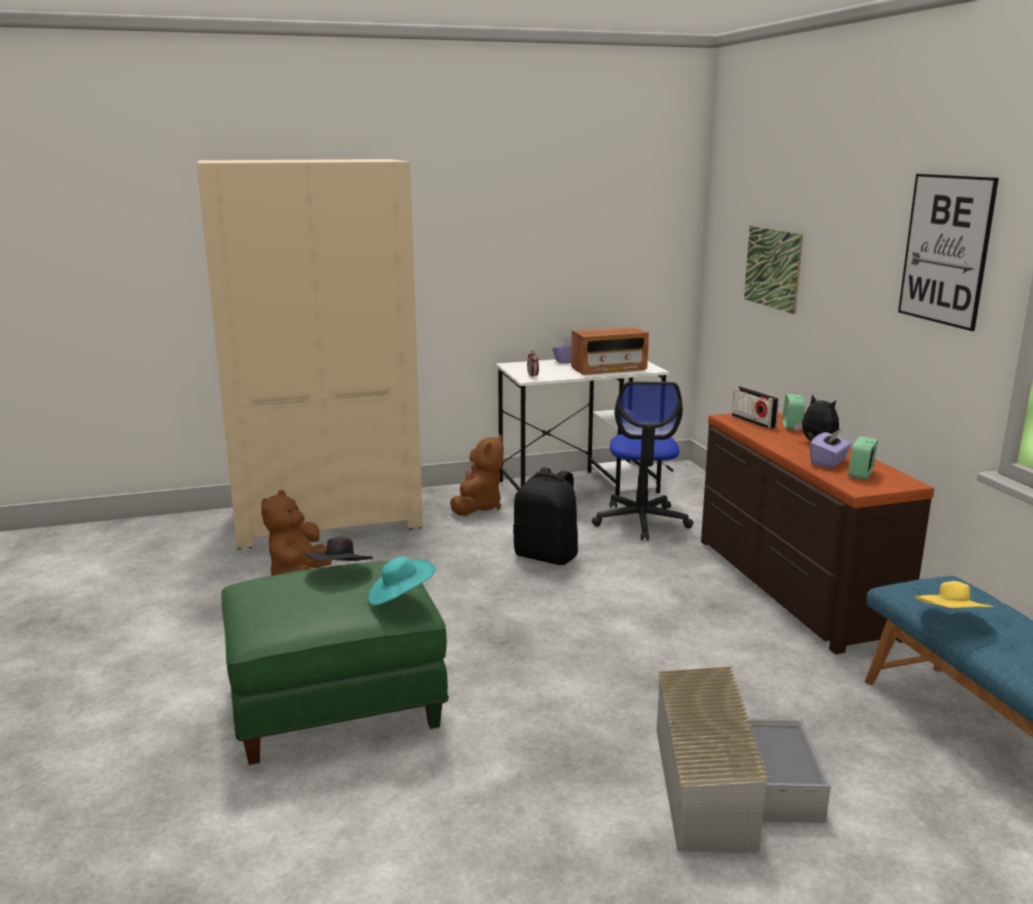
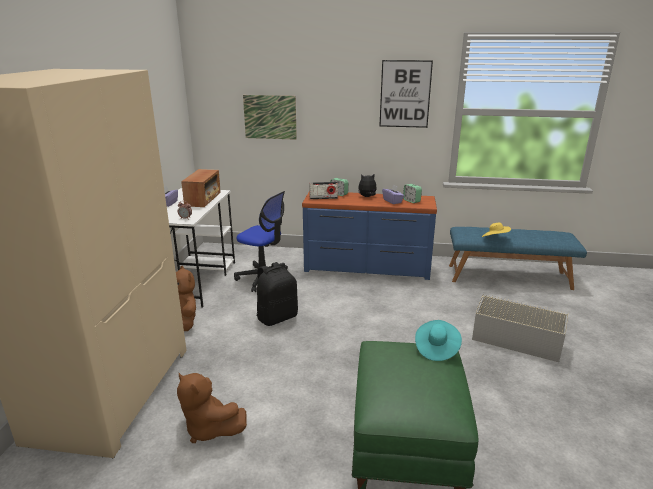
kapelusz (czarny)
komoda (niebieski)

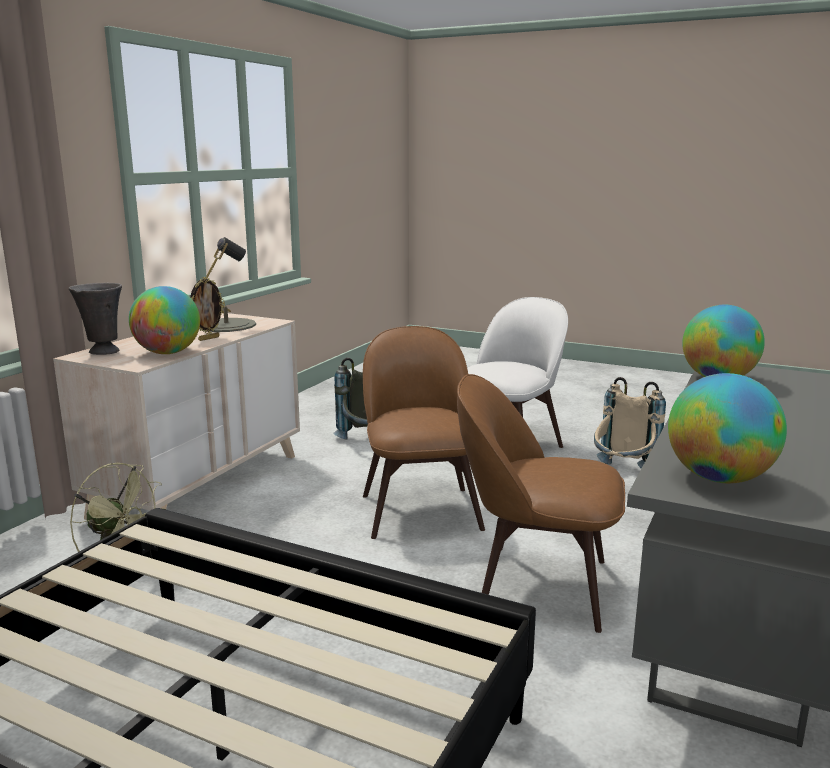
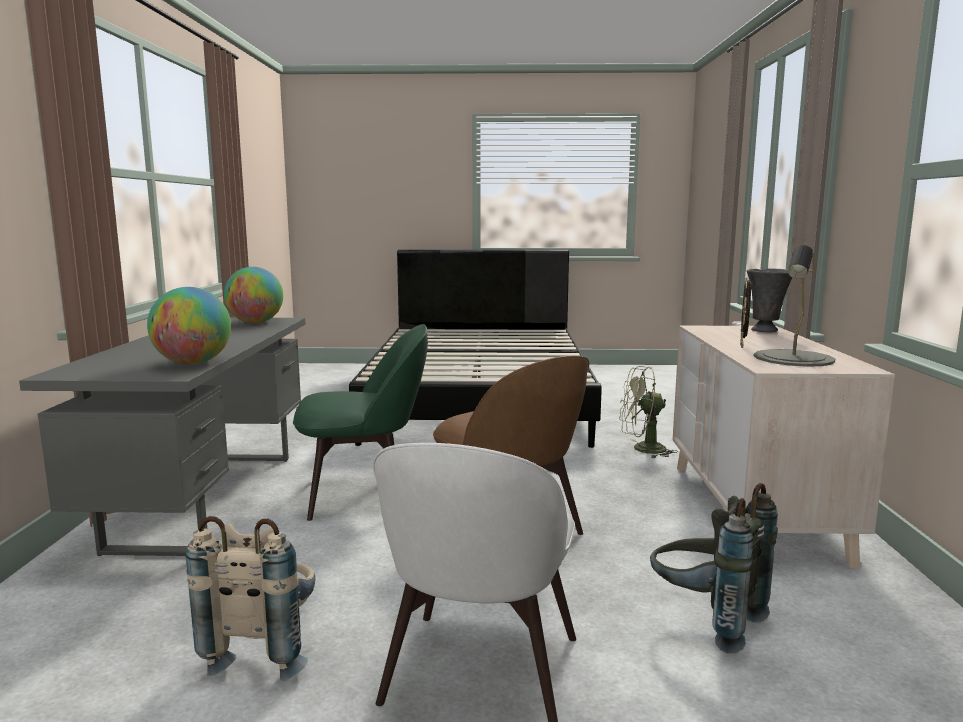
globus (1st from left in the first image)
krzesło (zielony)

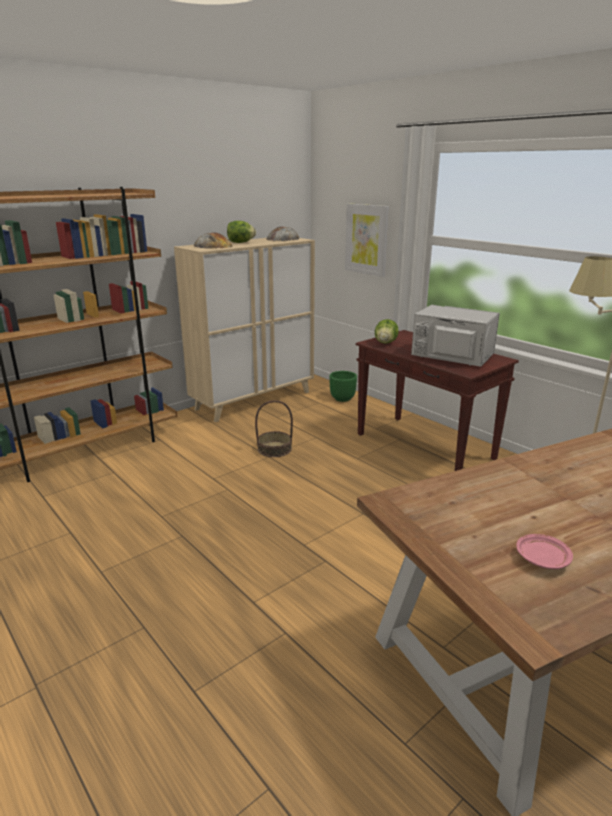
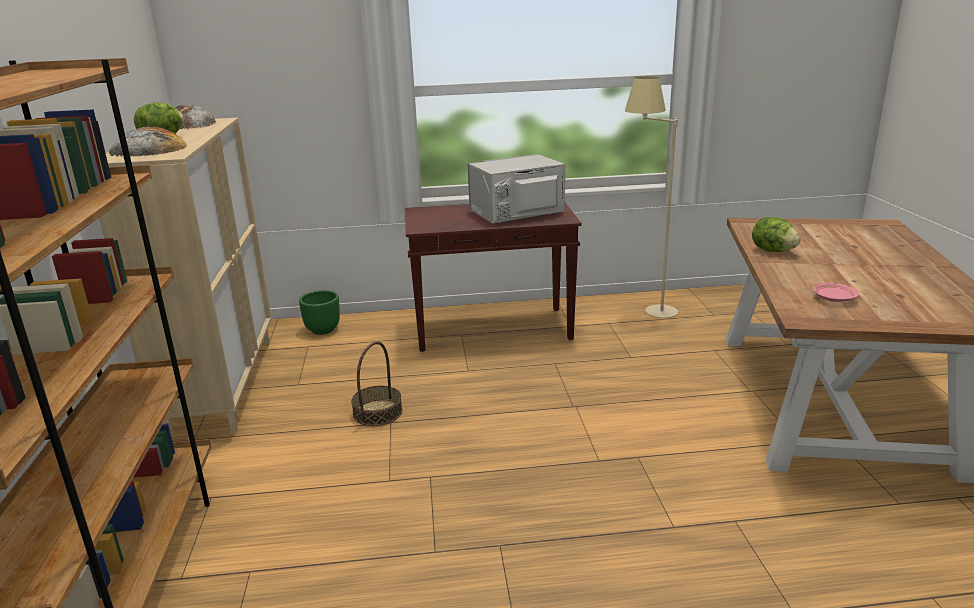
obraz
sałata (2nd from left)
talerz (różowy)

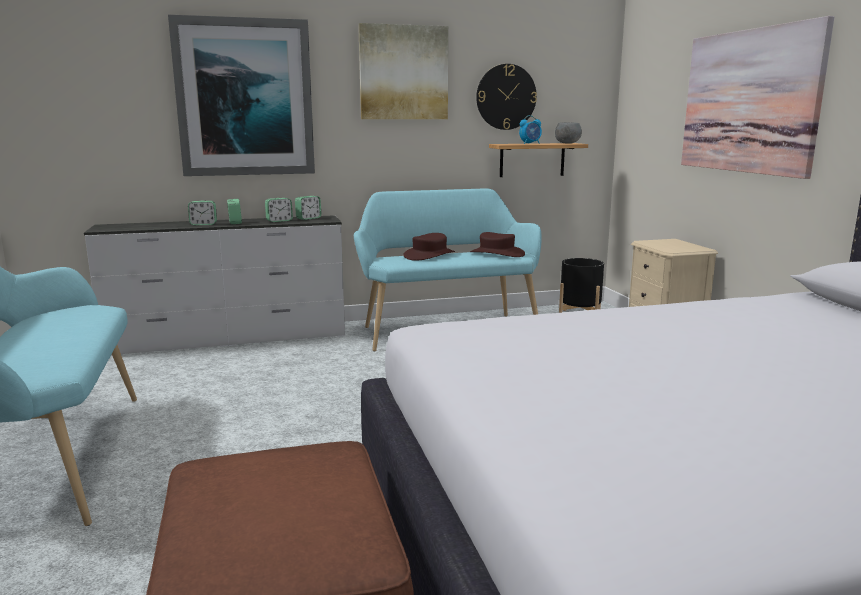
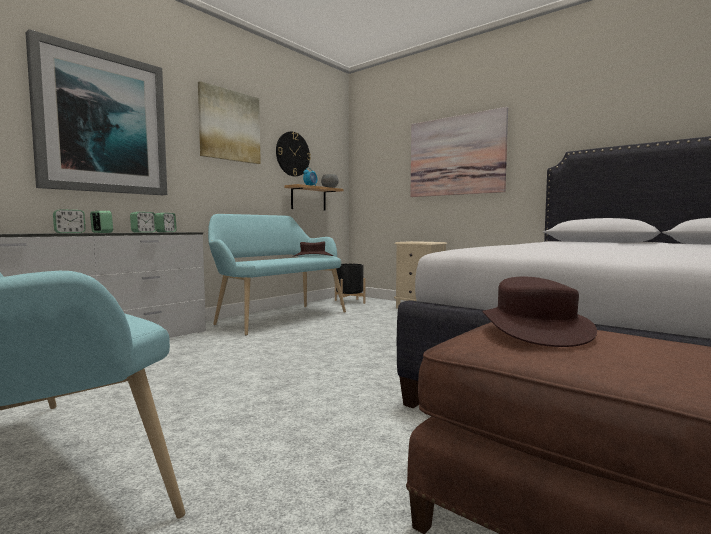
kapelusz (brązowy) (2nd from left)

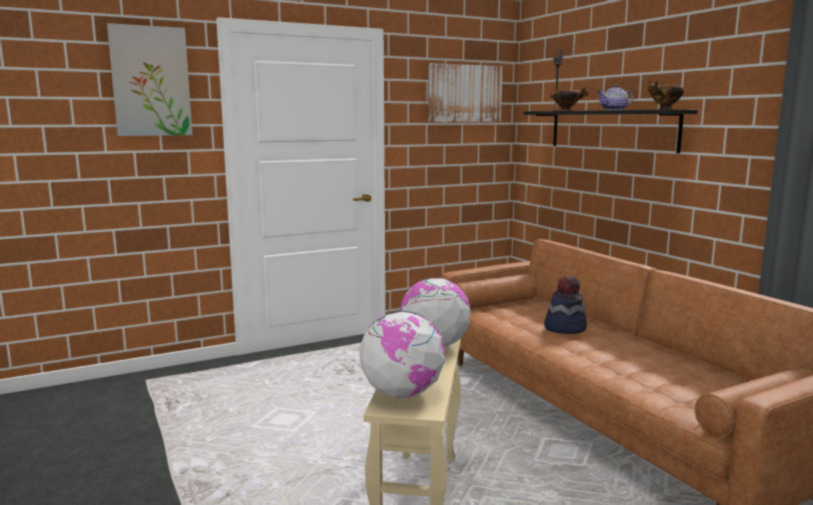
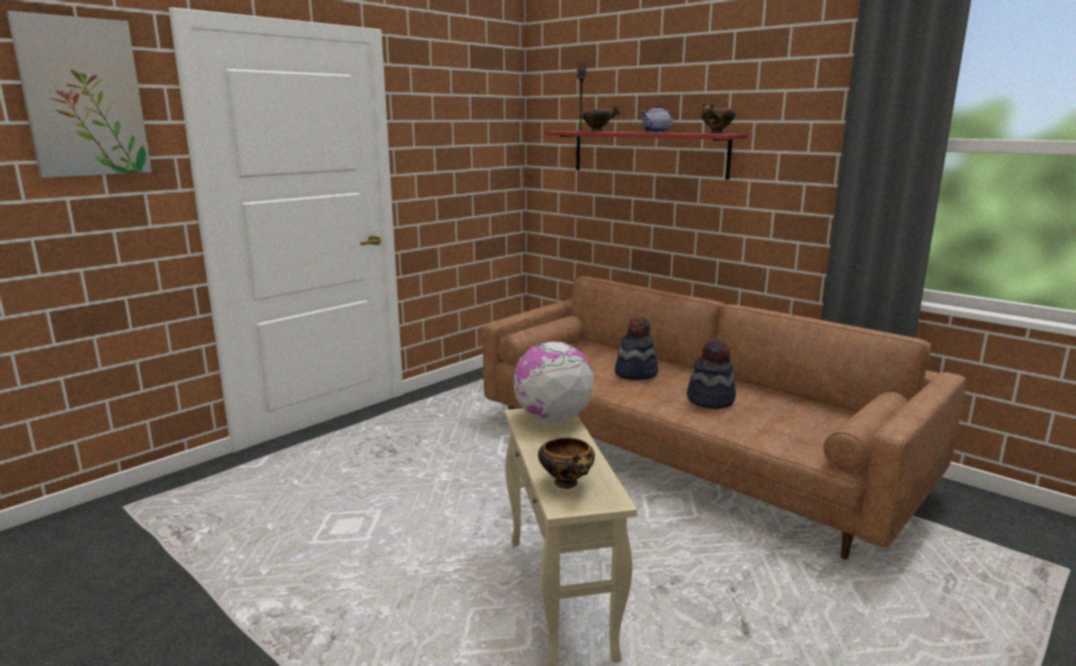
obraz (2nd from left in the first image)
kapelusz (2nd from left)
miska (1st from left)
półka (czerwony)

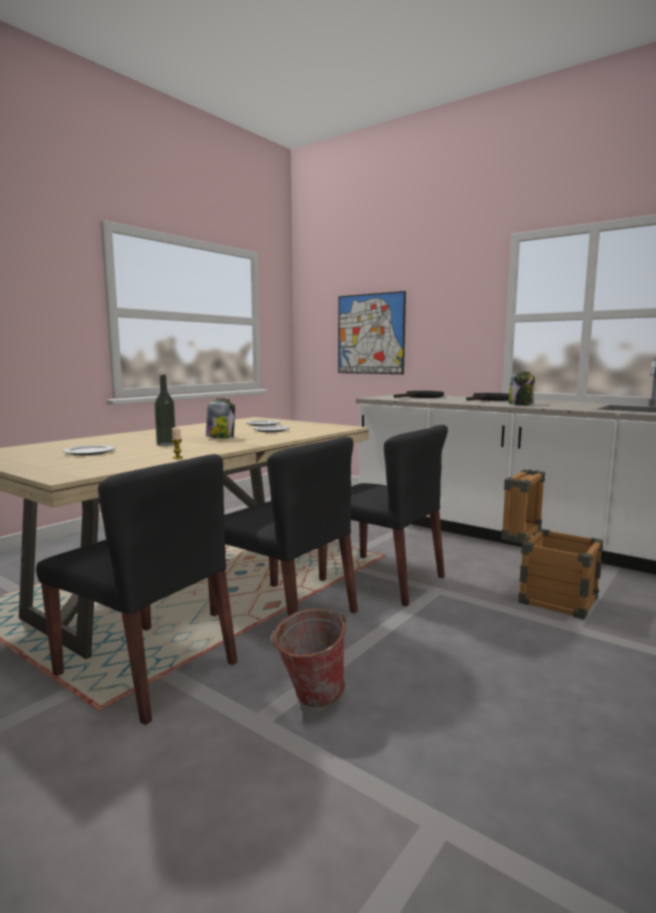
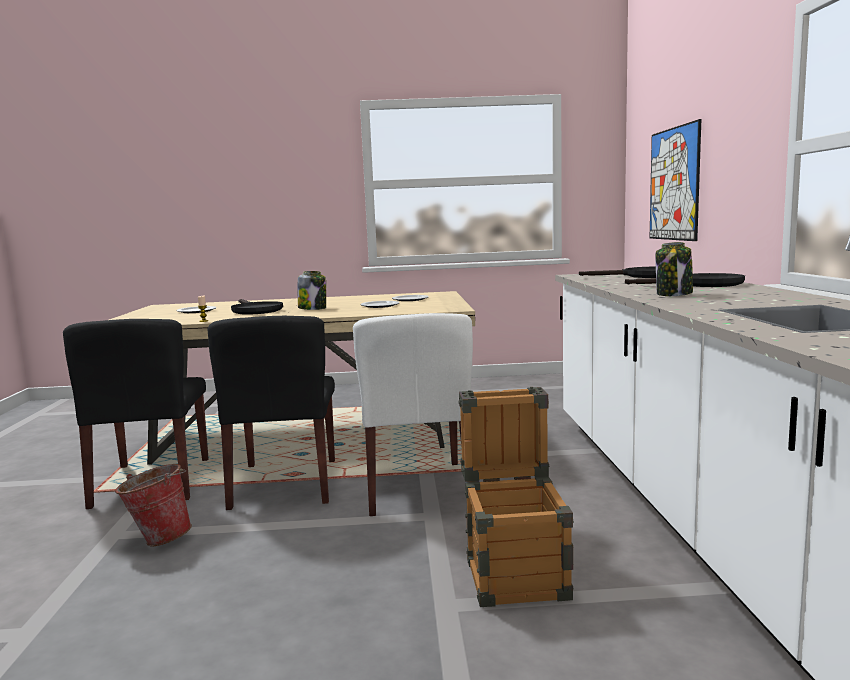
patelnia (czarny) (1st from left)
krzesło (biały)

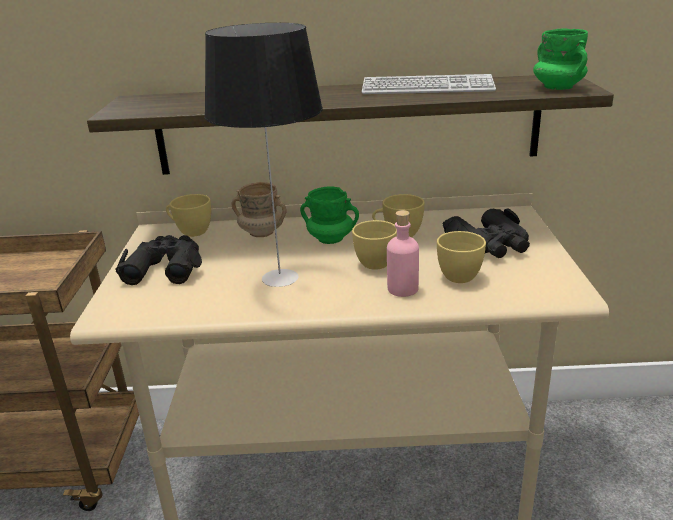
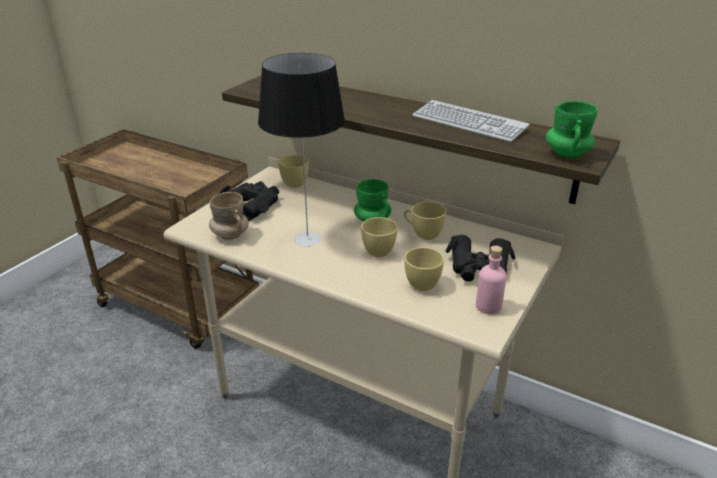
kubek (beżowy)
butelka (różowy)

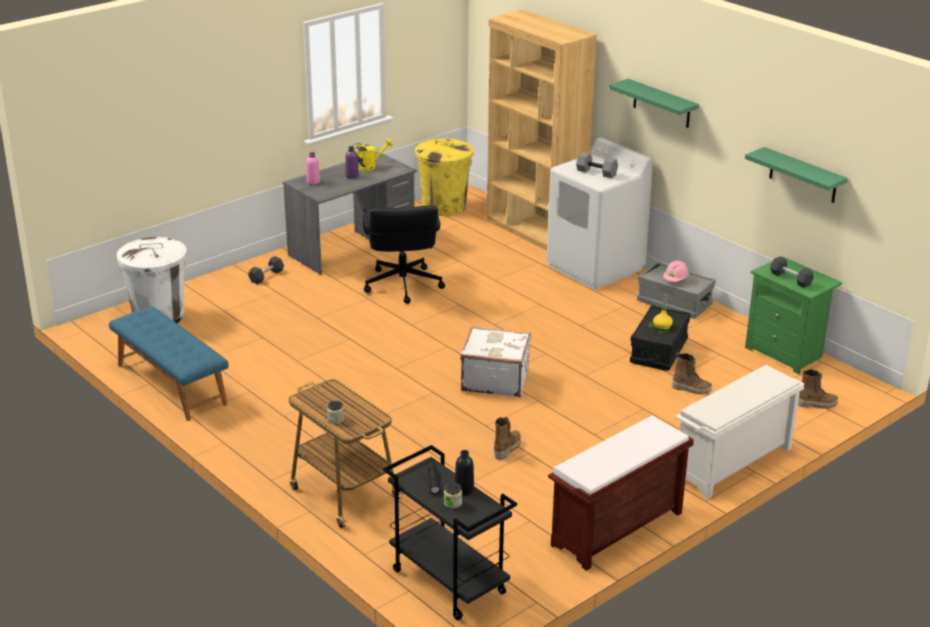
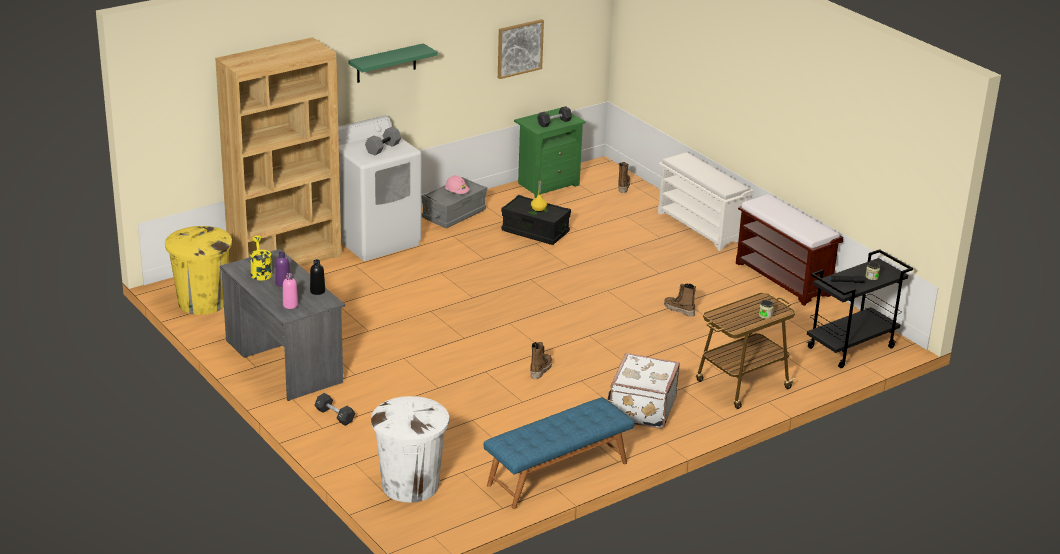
krzesło biurowe (czarny)
butelka (czarny)
walizka (biały)
but z cholewką (1st from left)
obraz

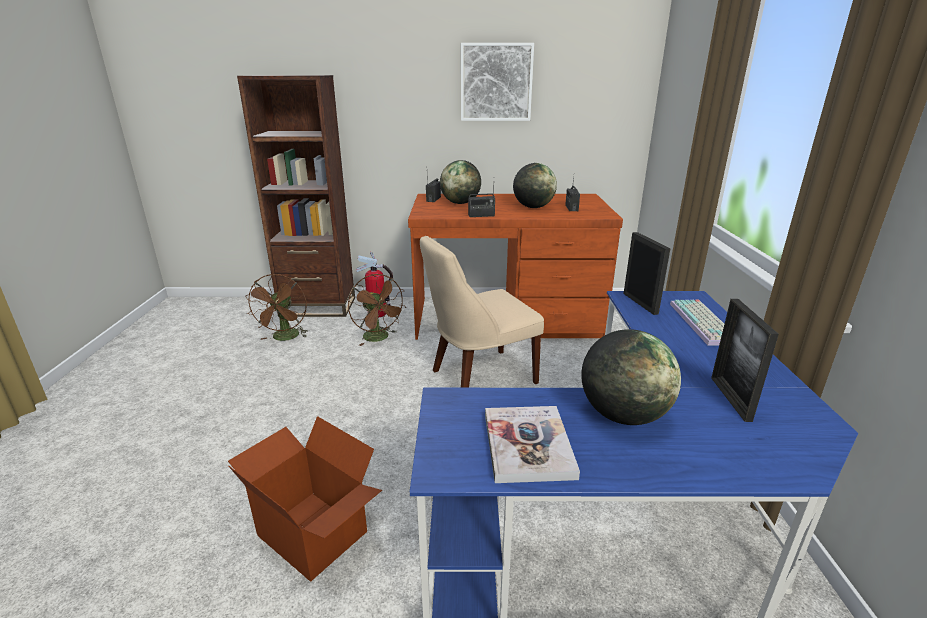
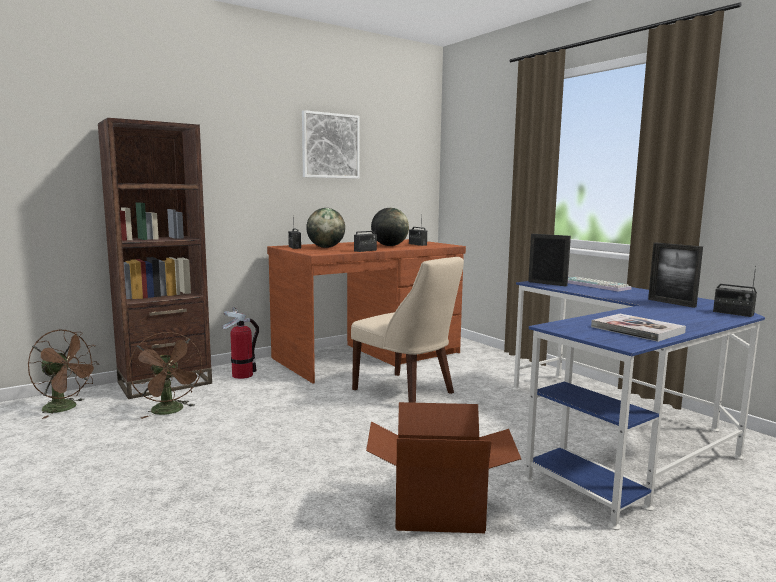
globus (3rd from left in the first image)
radio (4th from left)
wentylator (brązowy) (1st from left)
krzesło (beżowy)

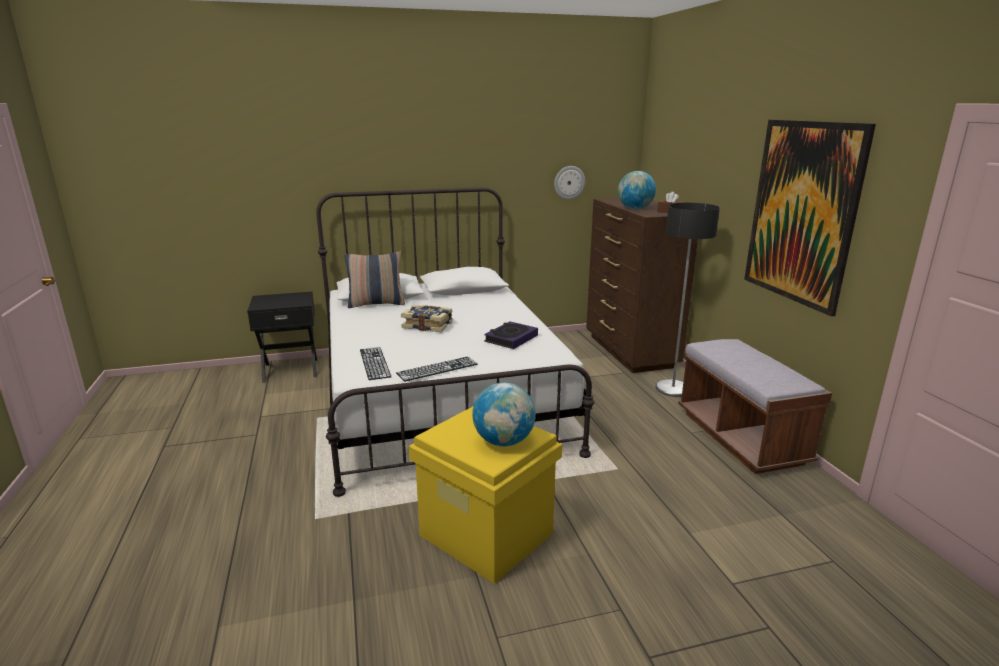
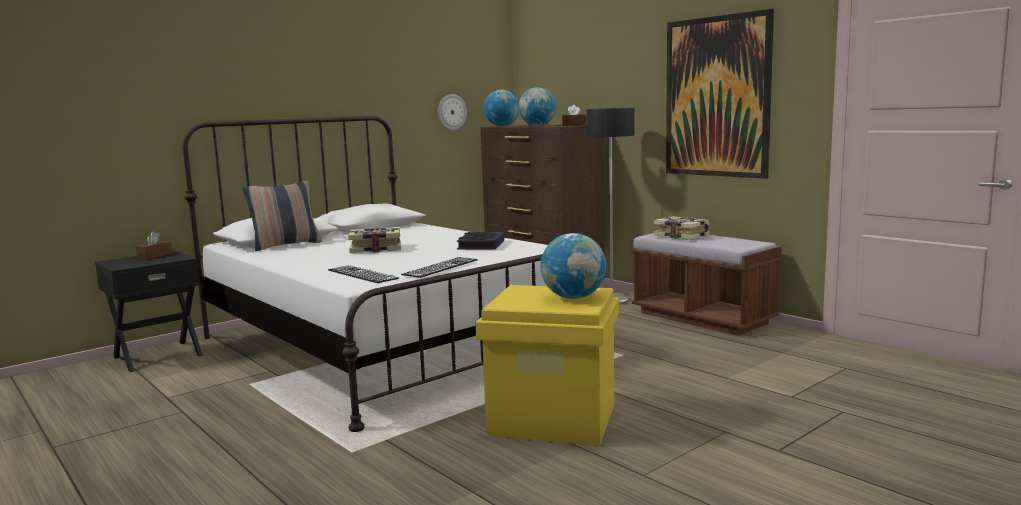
pudełko chusteczek (brązowy) (1st from left)
globus (1st from left)
książka (3rd from left)

